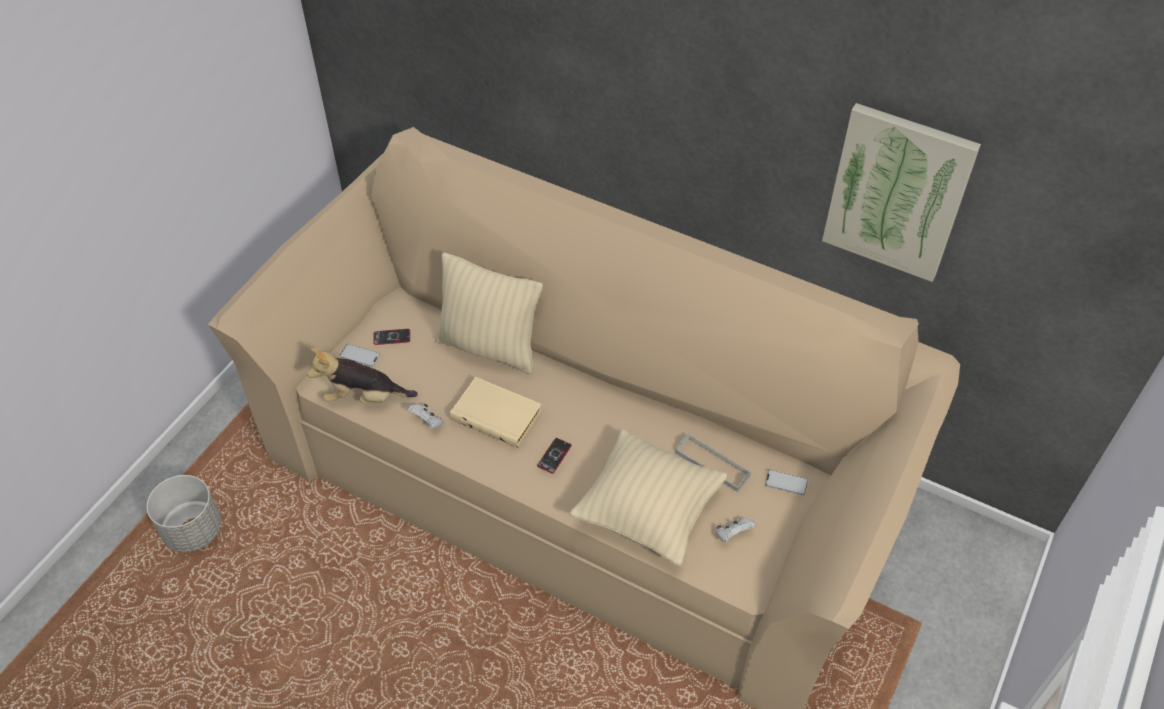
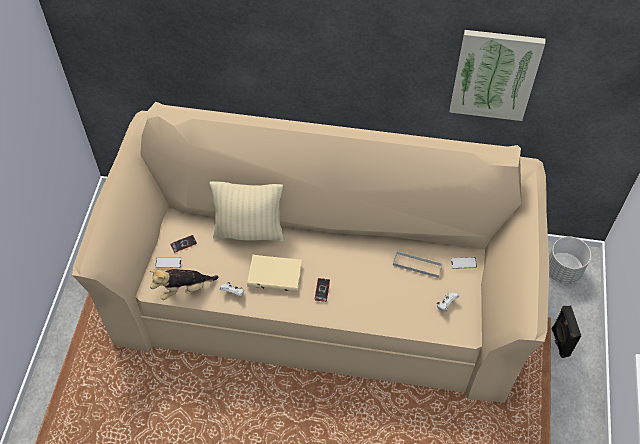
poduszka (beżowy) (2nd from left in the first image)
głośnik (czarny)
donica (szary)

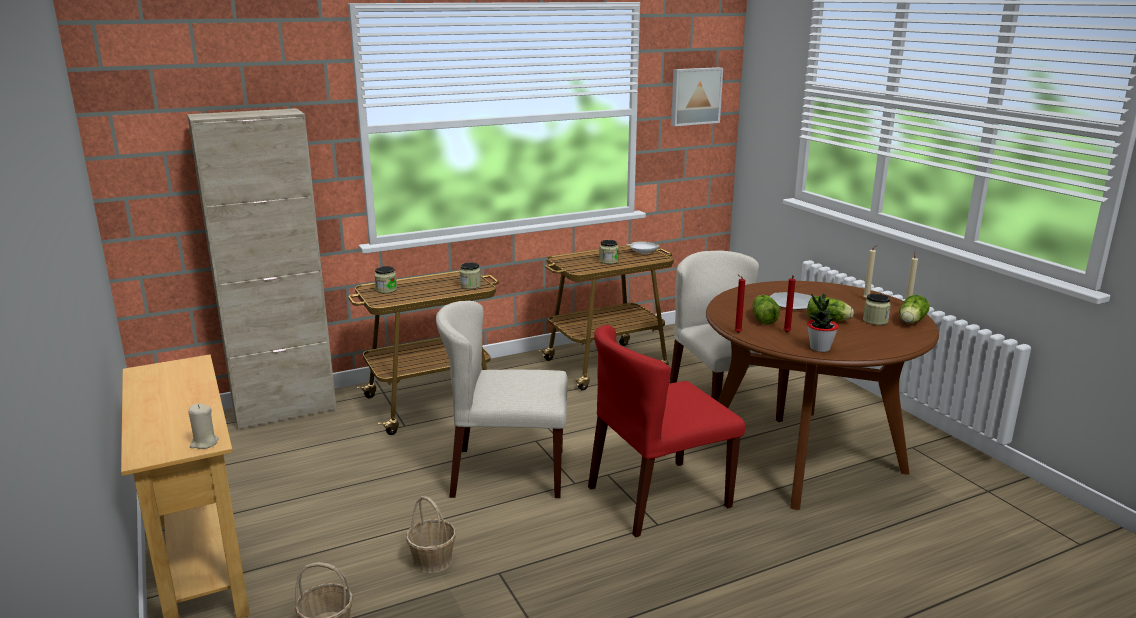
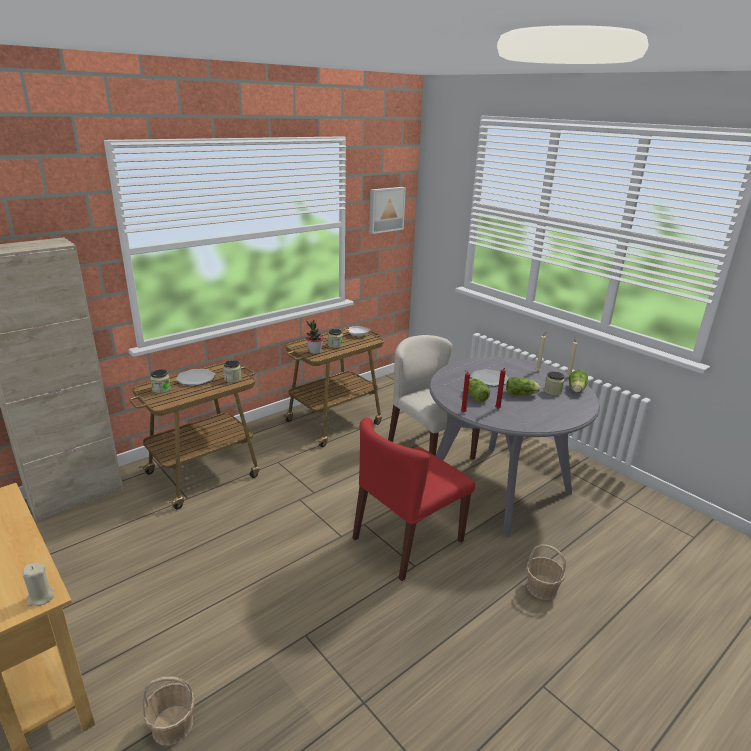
krzesło (beżowy) (1st from left in the first image)
talerz (1st from left)
koszyk (2nd from left)
roślina doniczkowa
stół jadalny (szary)

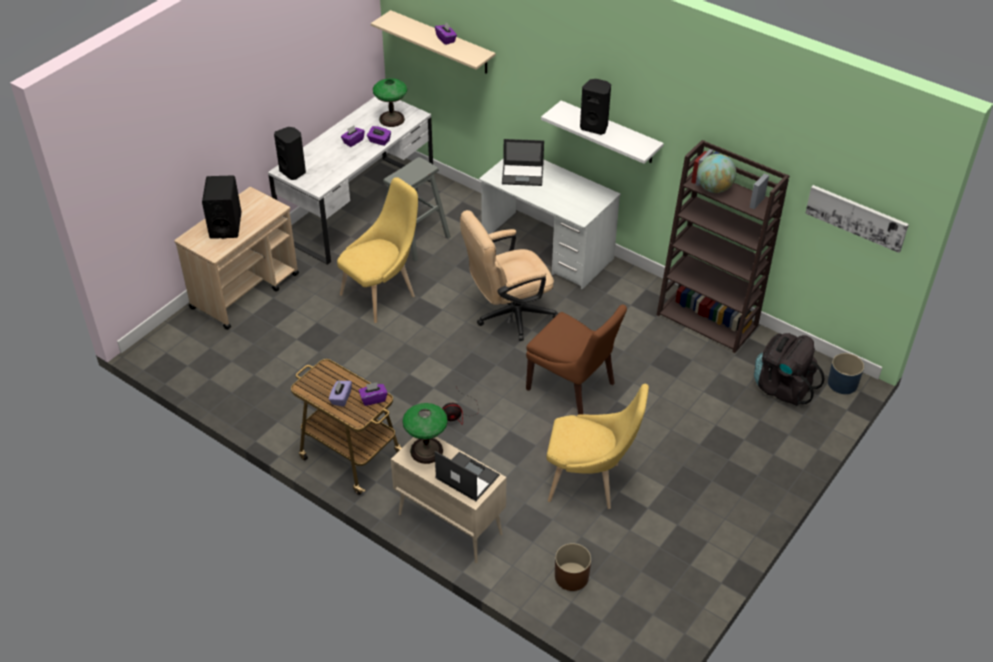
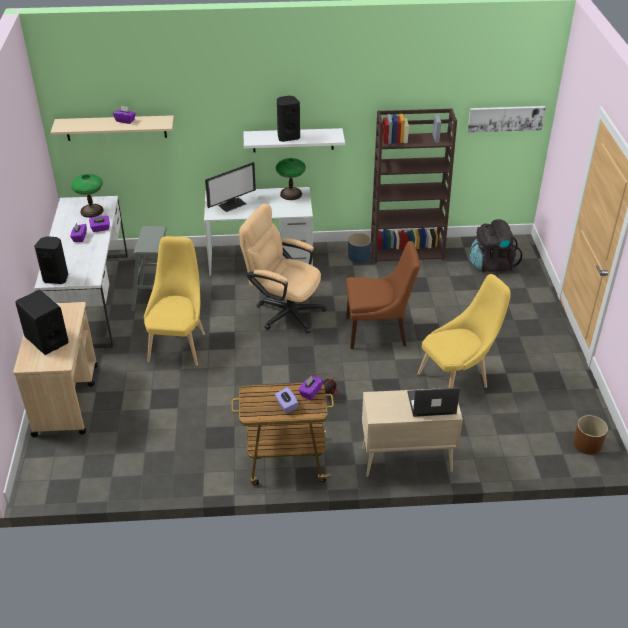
globus
lampa stołowa (2nd from left)
donica (brązowy)
donica (niebieski)
monitor
krzesło biurowe (beżowy)

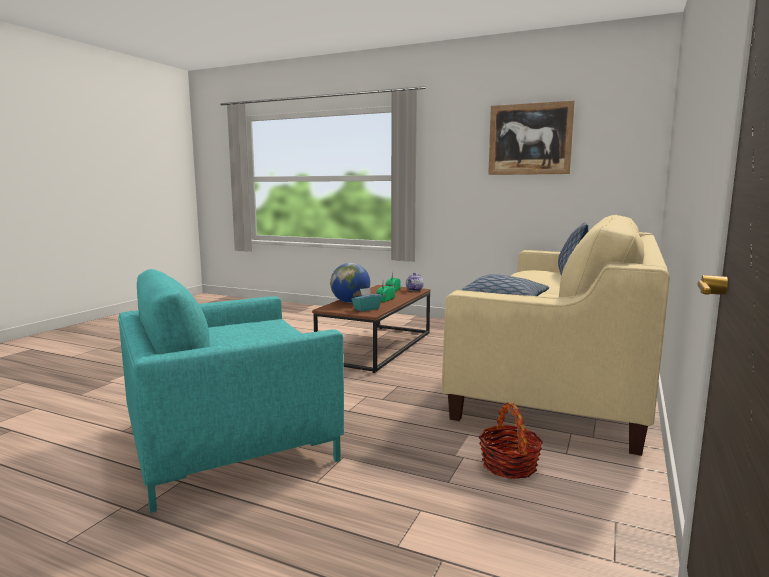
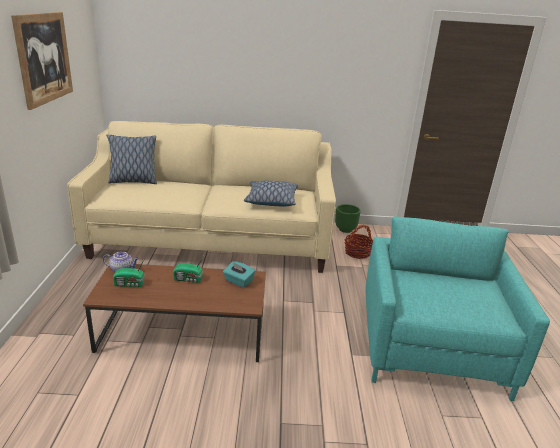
globus
donica (zielony)
fotel (turkusowy)

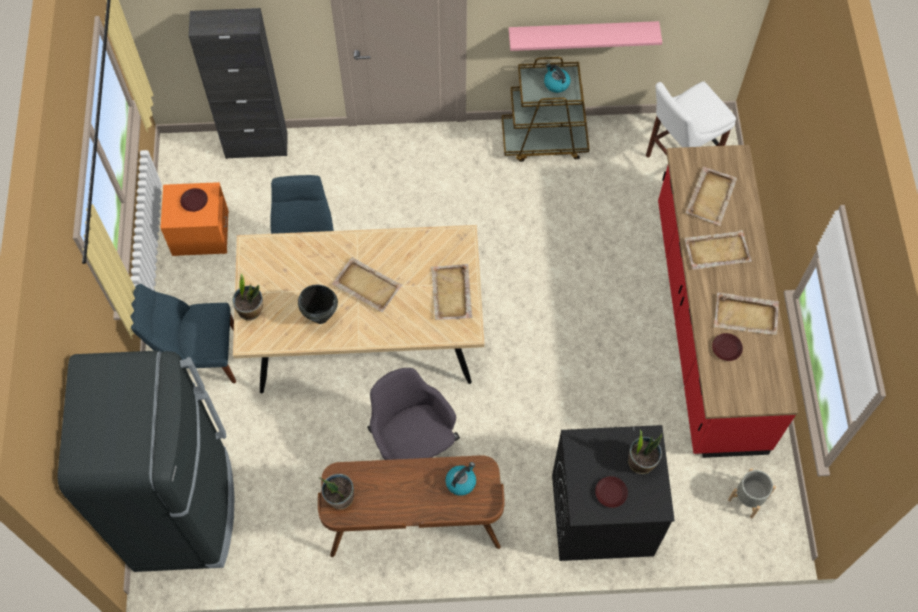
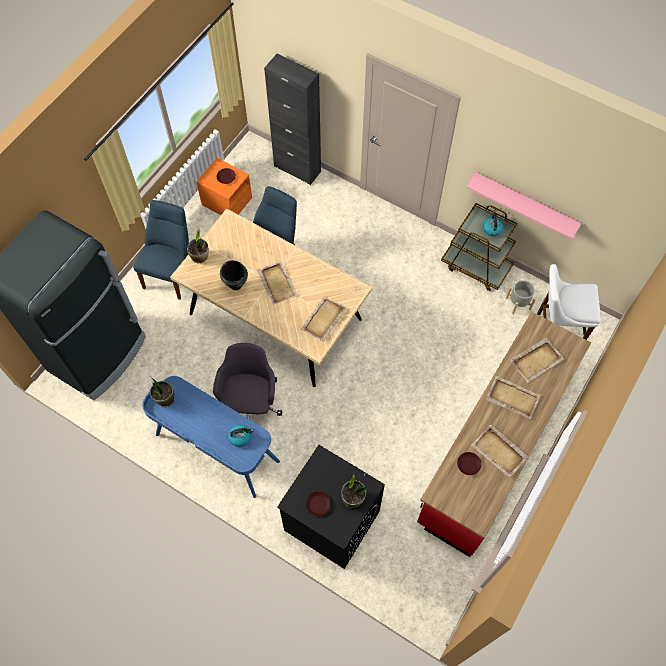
donica (szary)
biurko (niebieski)
krzesło (niebieski) (1st from left)

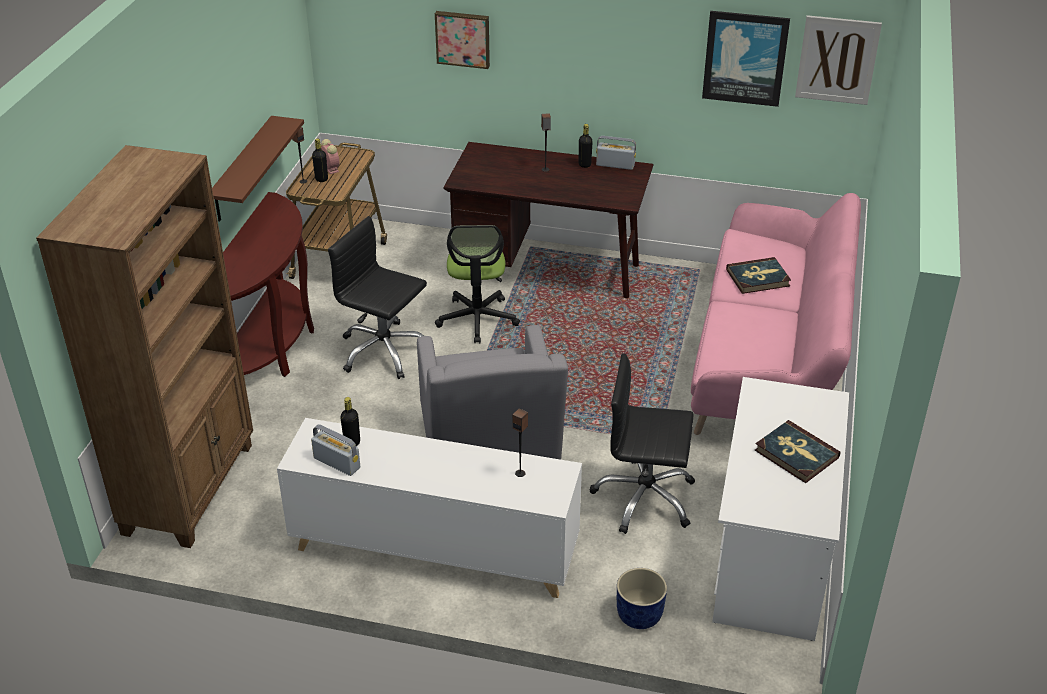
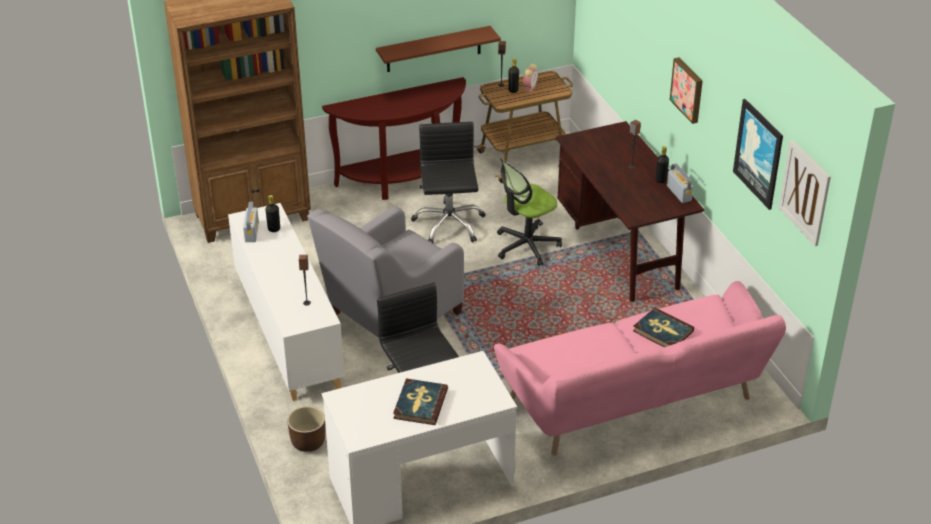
obraz (1st from left)
donica (brązowy)

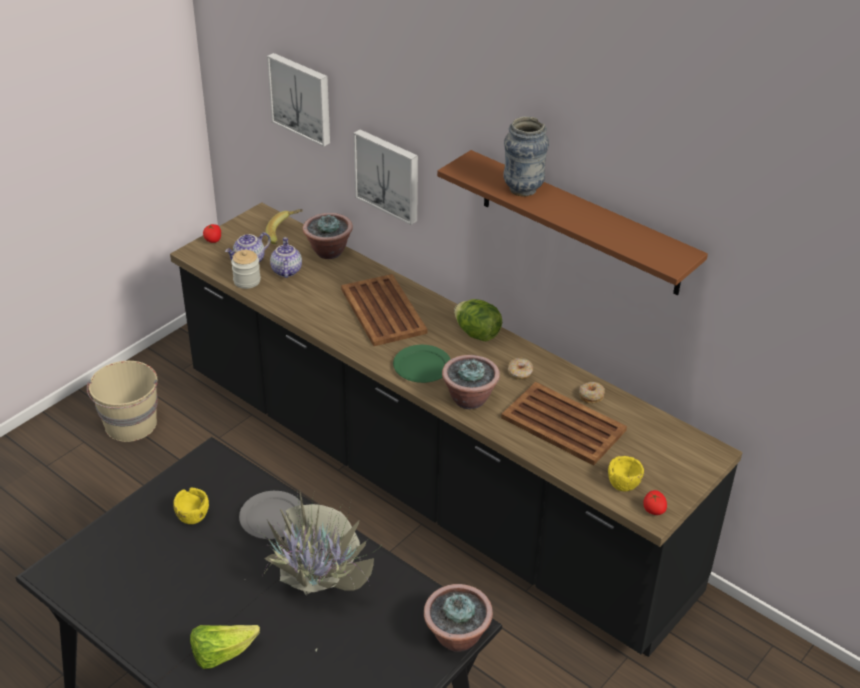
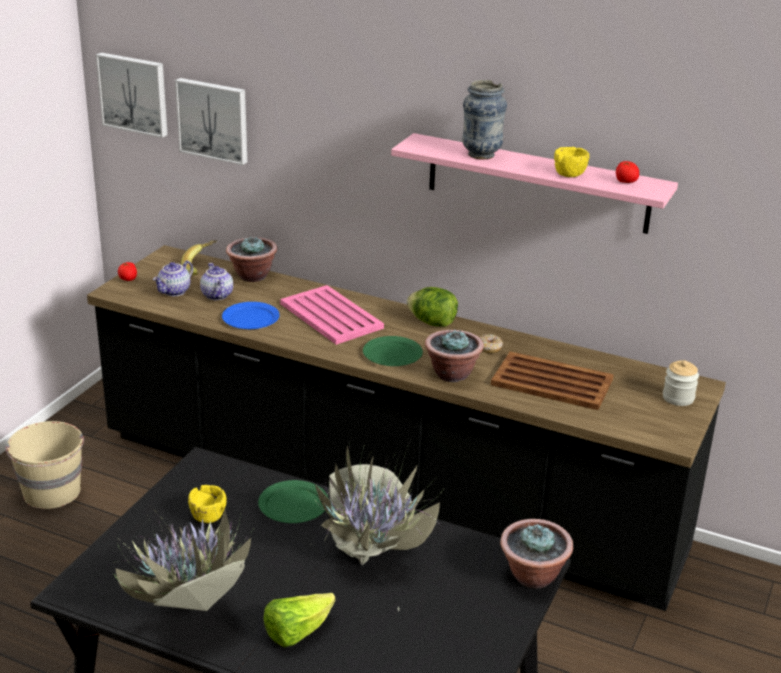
donut (2nd from left in the first image)
roślina doniczkowa (1st from left)
talerz (niebieski)
słoik
obraz (1st from left)
miska (żółty) (2nd from left)
pomidor (2nd from left)
talerz (zielony) (1st from left)
taca (różowy)
półka (różowy)

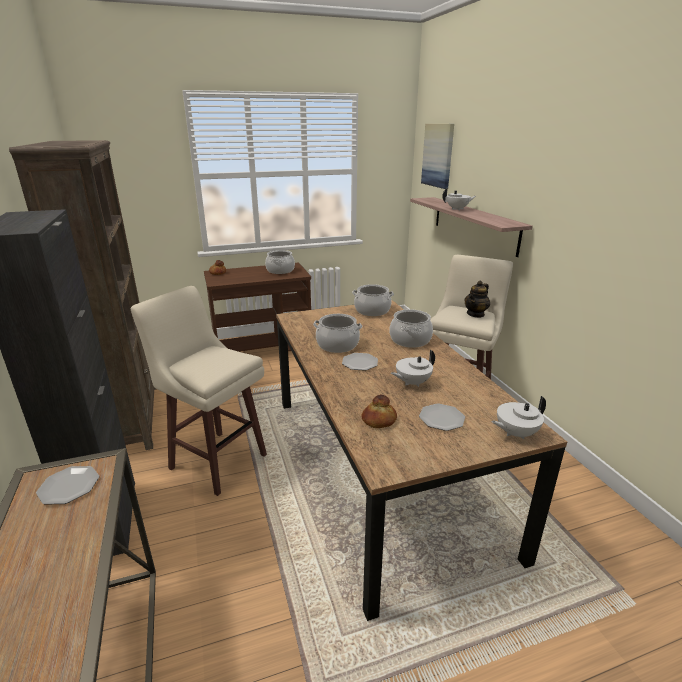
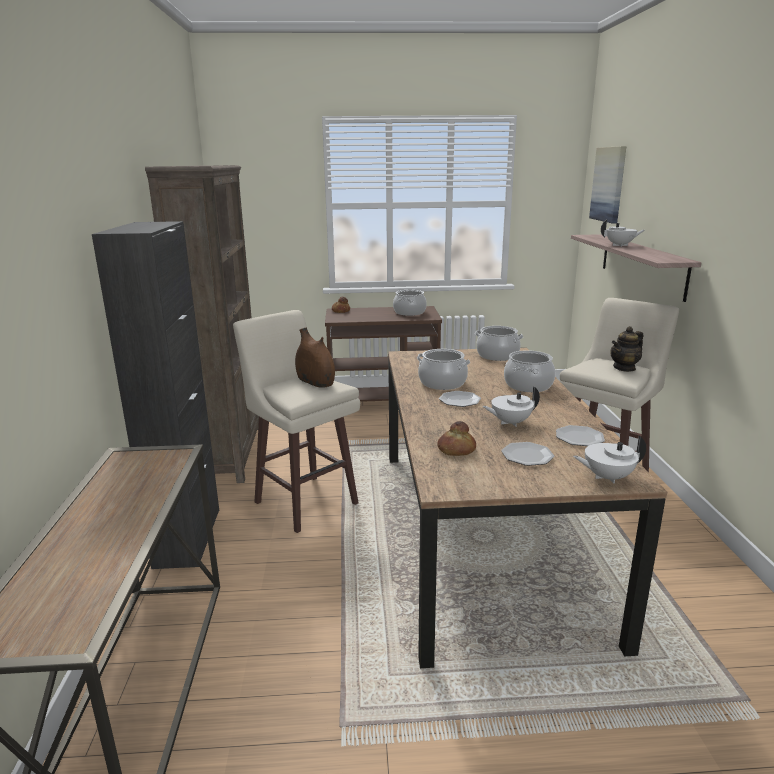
wazon (brązowy)
talerz (3rd from left)

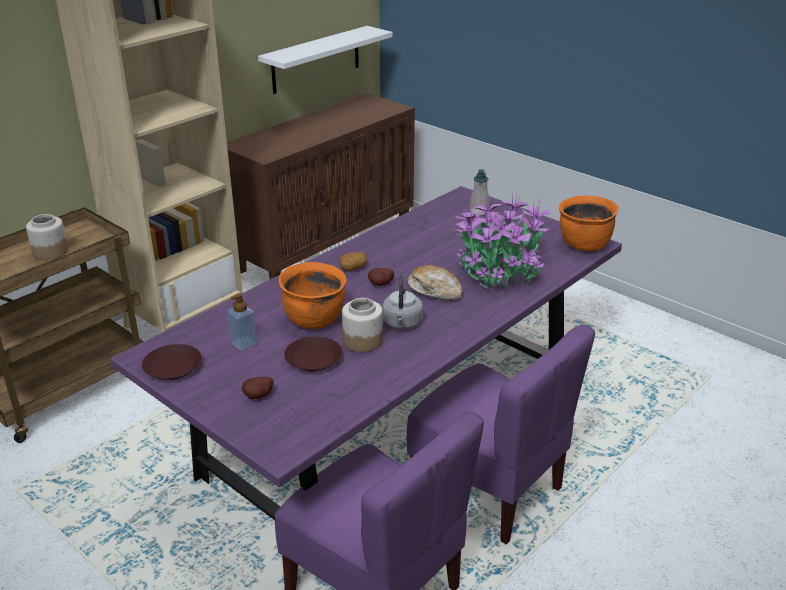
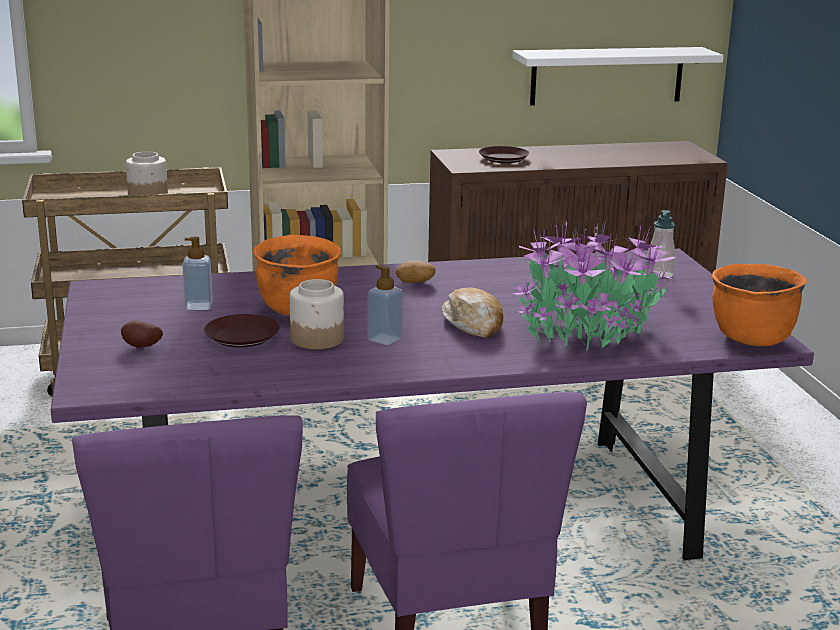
ziemniak (3rd from left in the first image)
talerz (brązowy) (2nd from left)
dozownik mydła (2nd from left)

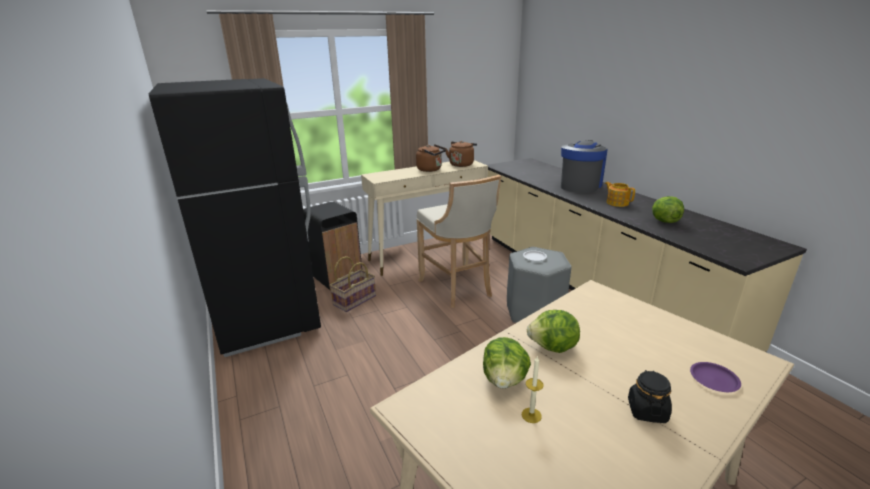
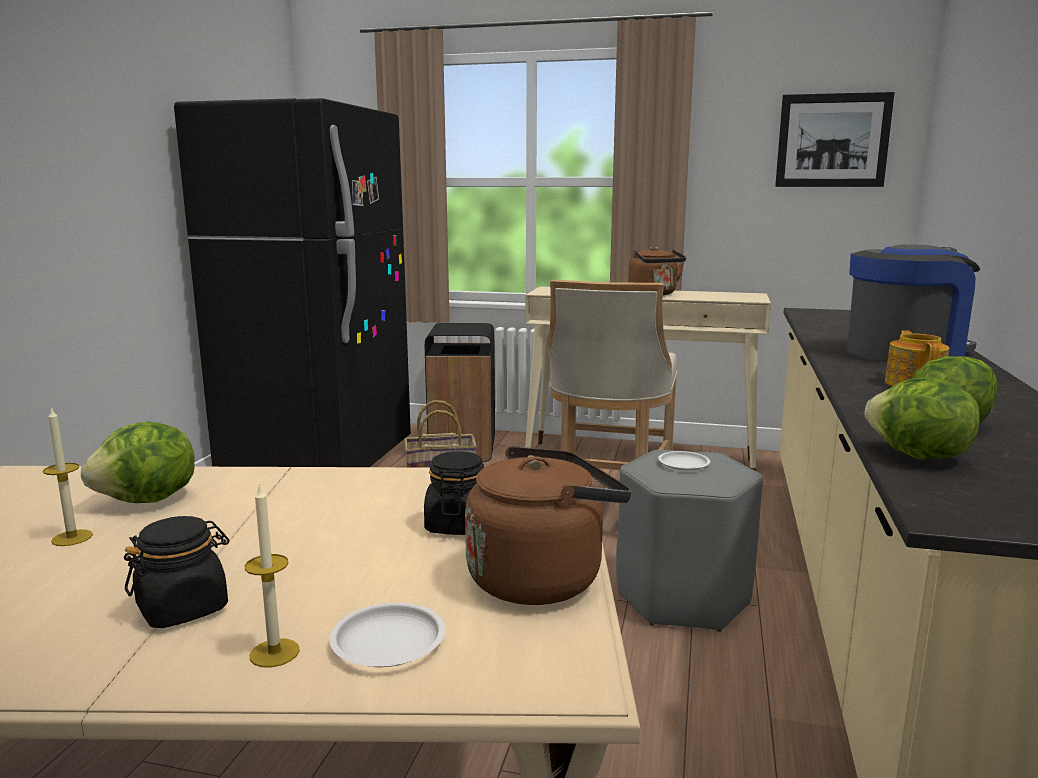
świeca (2nd from left)
słoik (czarny) (2nd from left)
obraz
czajnik (brązowy) (1st from left)
sałata (2nd from left)
talerz (biały) (1st from left)

